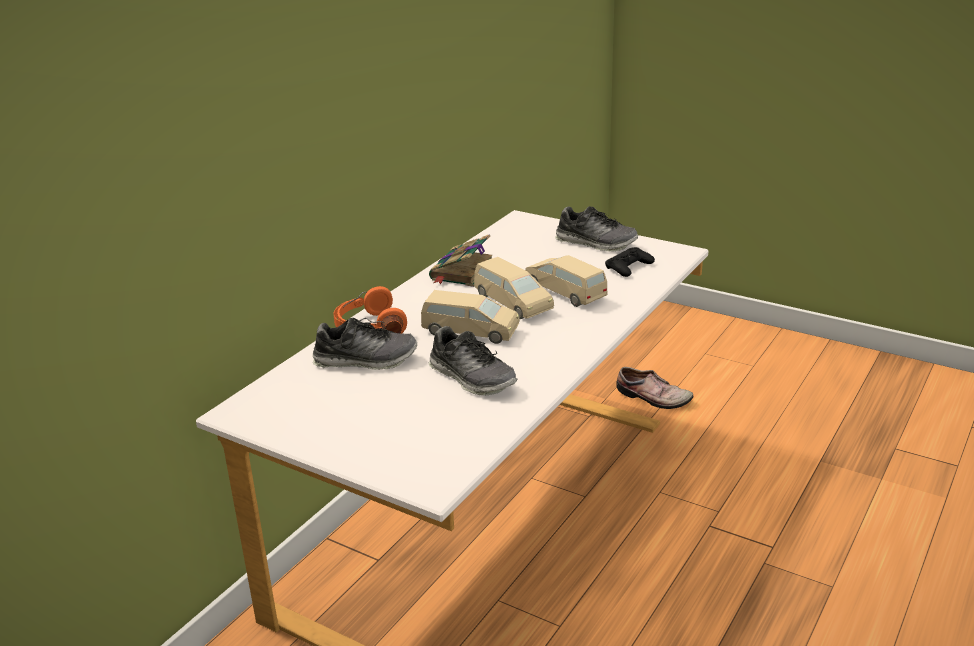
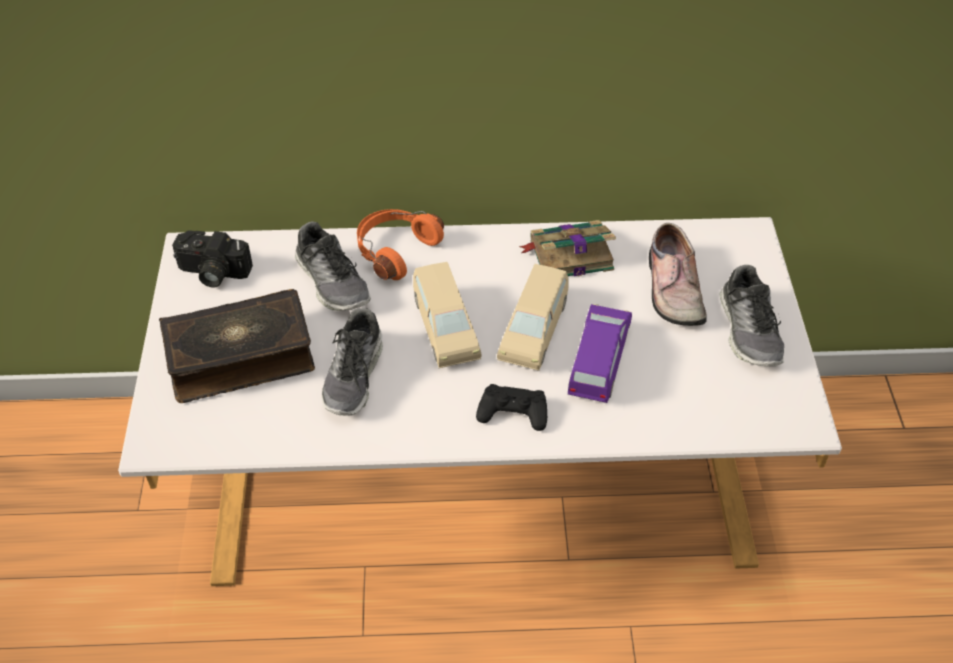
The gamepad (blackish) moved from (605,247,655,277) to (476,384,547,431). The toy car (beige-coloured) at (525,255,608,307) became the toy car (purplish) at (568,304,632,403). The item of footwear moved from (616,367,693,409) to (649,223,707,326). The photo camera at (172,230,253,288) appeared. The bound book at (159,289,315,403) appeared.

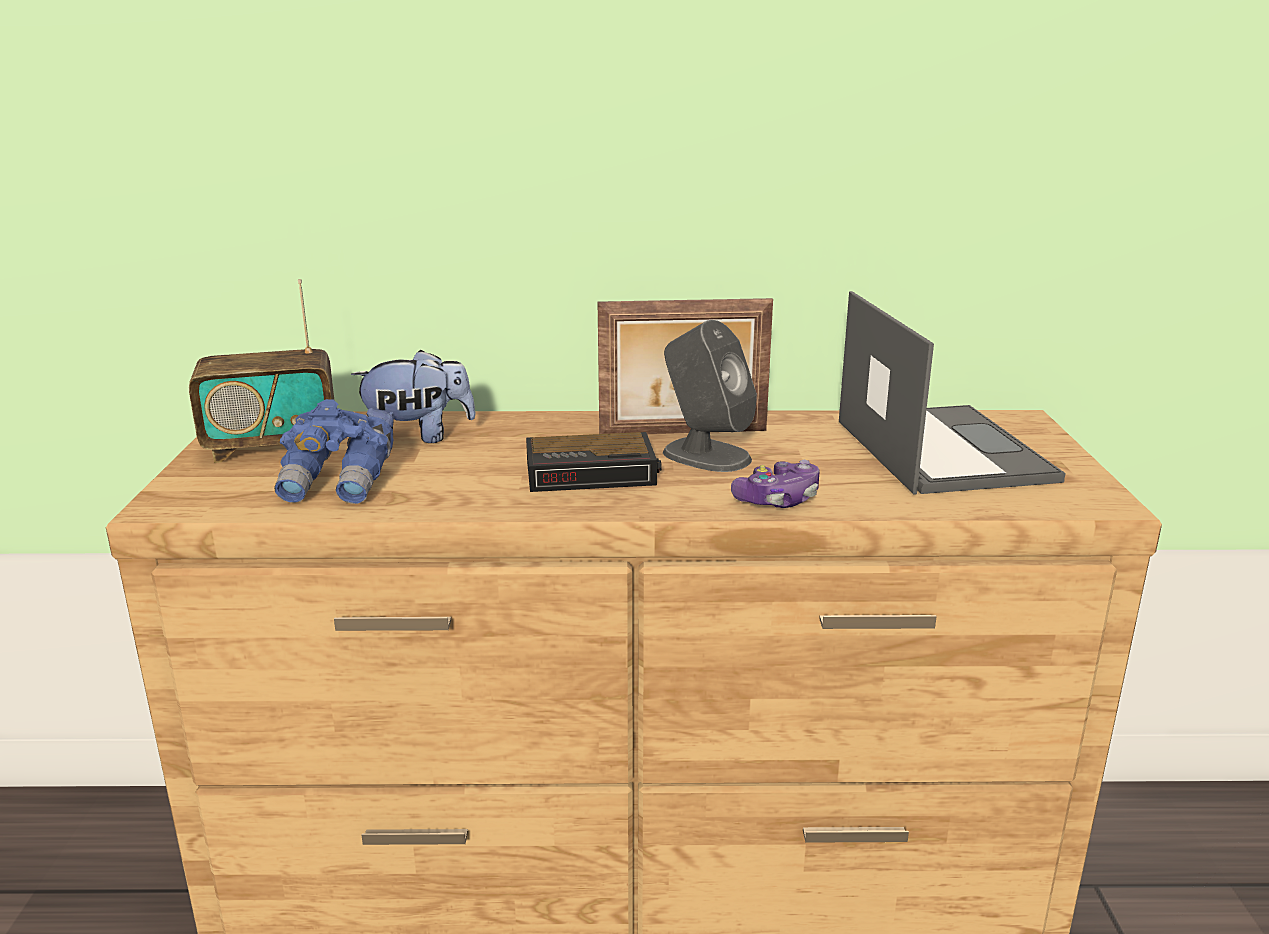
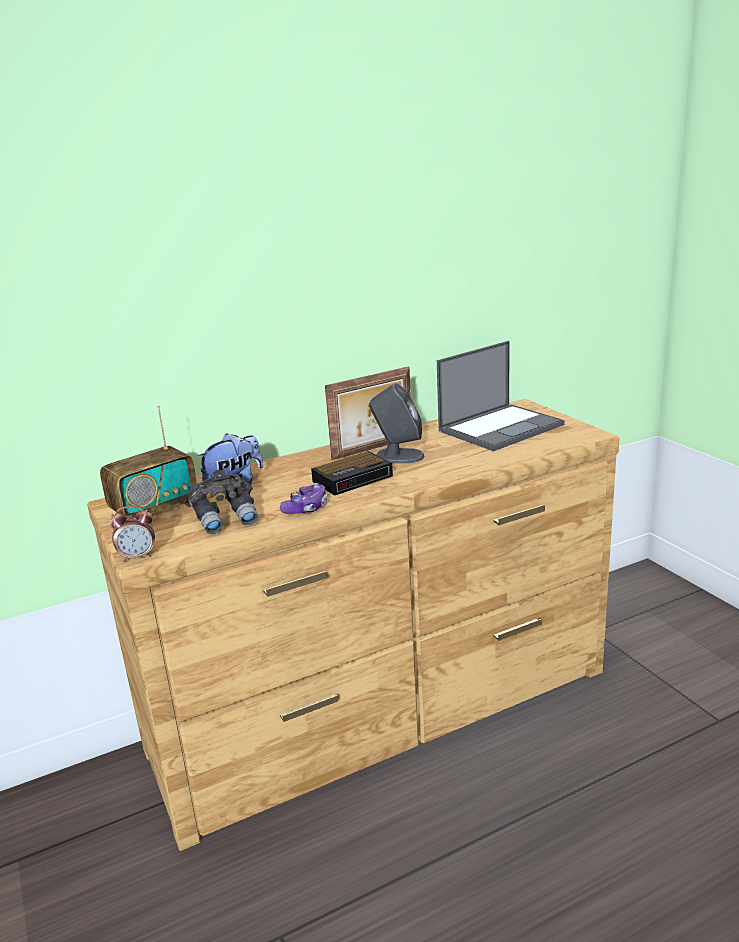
The laptop at (839,291,1066,495) turned 90 degrees clockwise. The pair of binoculars (bluish) at (274,399,394,504) became the pair of binoculars (gray) at (188,470,258,534). The gamepad moved from (731,460,820,508) to (280,483,327,514). The table clock at (110,505,155,562) appeared.

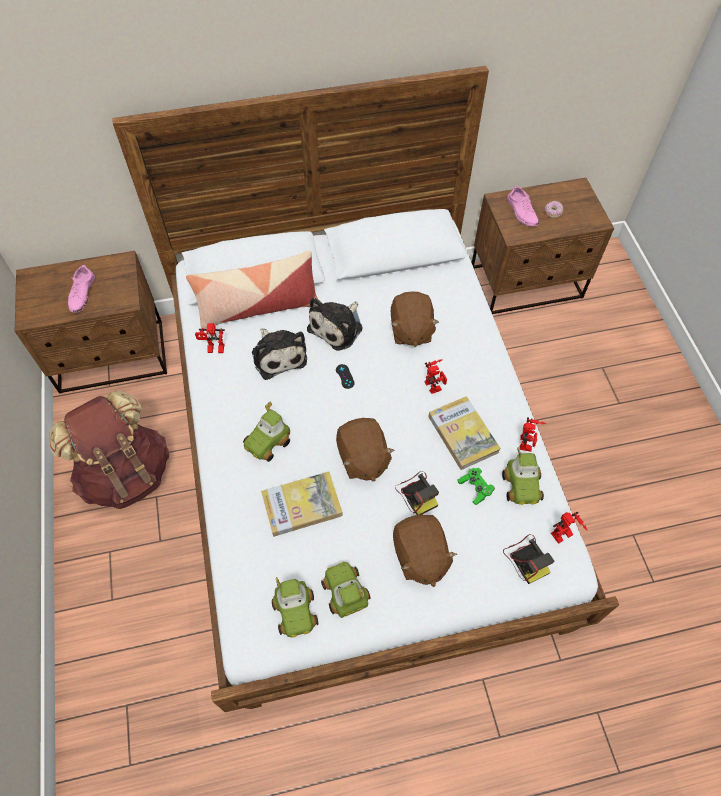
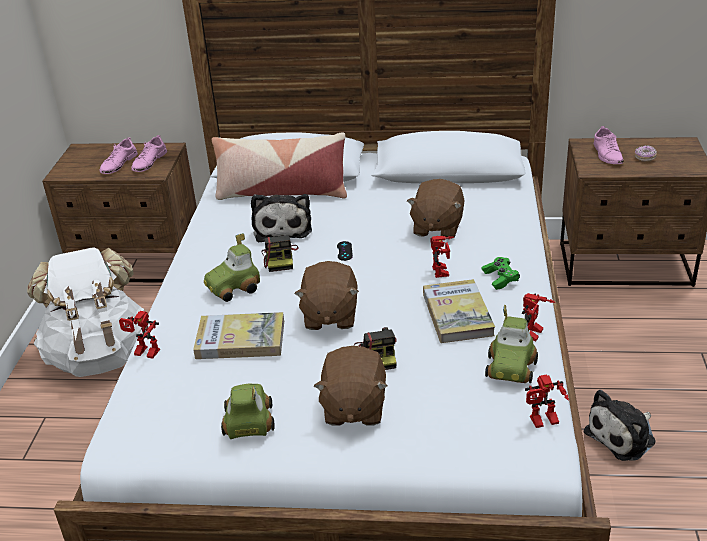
The cuddly toy moved from (307,298,363,351) to (584,390,656,461). The robot figure moved from (195,323,225,353) to (119,311,160,359). The rucksack (brownish) at (49,391,169,509) became the rucksack (white-coloured) at (27,248,144,377). The gamepad (green) moved from (457,468,495,505) to (482,257,520,290). The photo camera moved from (503,534,555,584) to (262,235,298,272). The toy car at (272,577,318,638) disappeared. The item of footwear (pink) at (131,135,167,172) appeared.

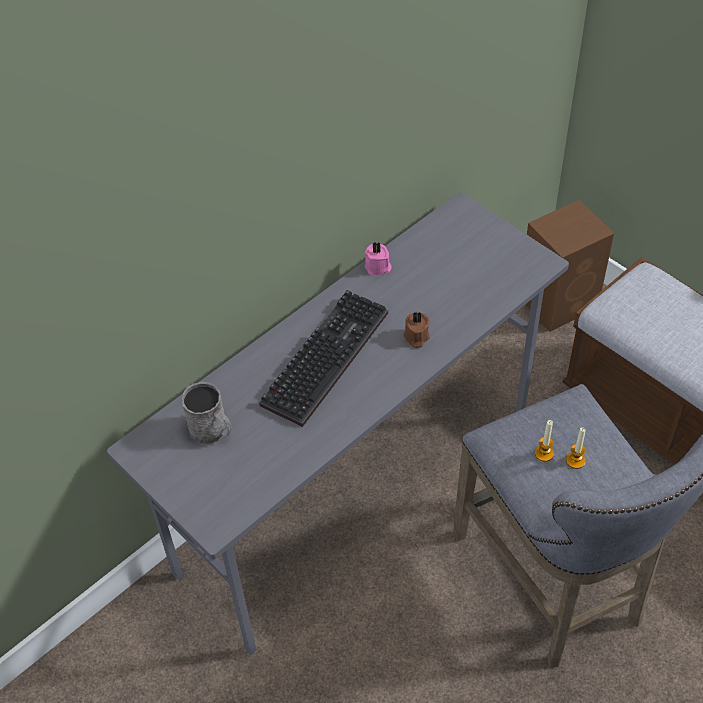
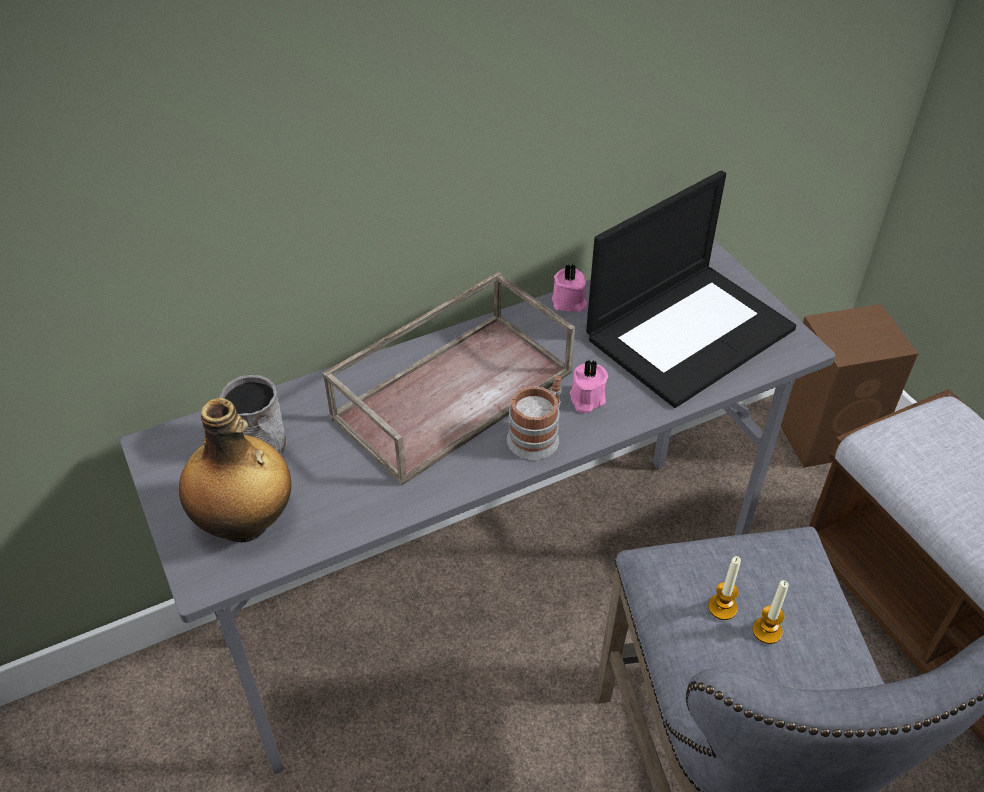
The PC keyboard at (259,290,388,427) was replaced by the tray (brownish) at (322,272,575,486). The wax light (brownish) at (403,311,430,348) became the wax light (pink) at (570,359,608,413). The laptop at (586,170,797,408) appeared. The mug at (507,376,562,460) appeared. The bottle at (179,398,291,542) appeared.

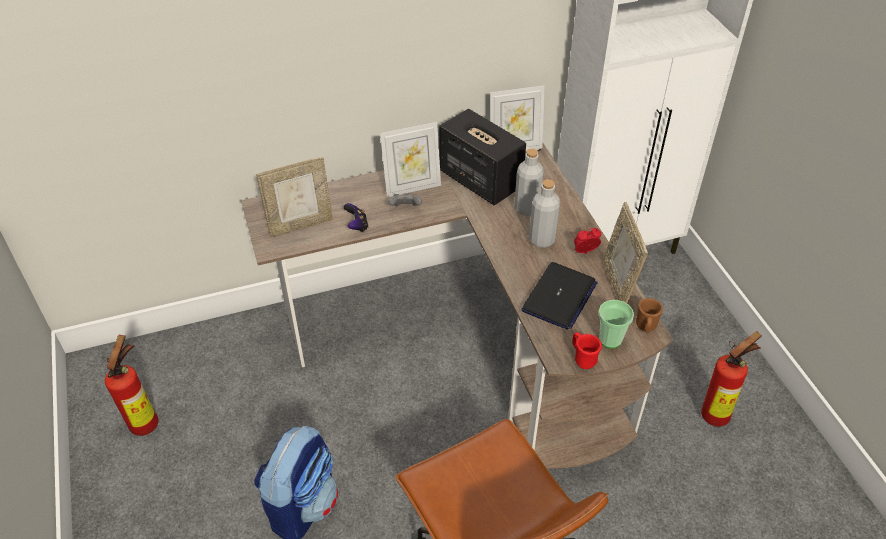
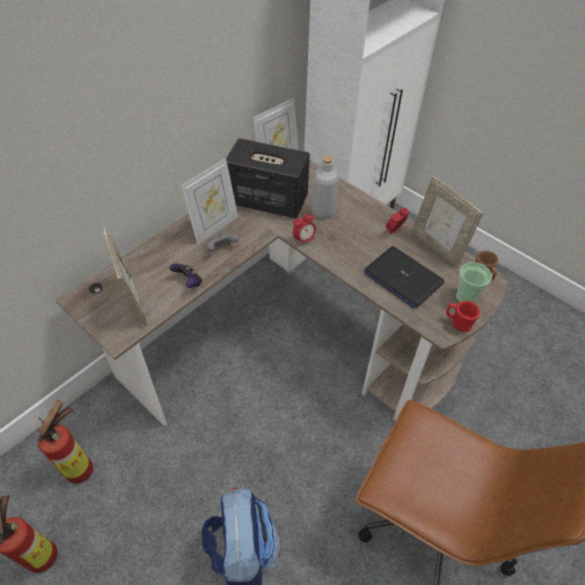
The photo frame at (256,157,333,237) turned 60 degrees counterclockwise. The bottle (gray) at (529,179,560,248) disappeared. The laptop at (521,262,598,330) turned 135 degrees clockwise. The fire extinguisher moved from (701,331,762,427) to (38,400,93,484). The table clock at (293,211,316,246) appeared.

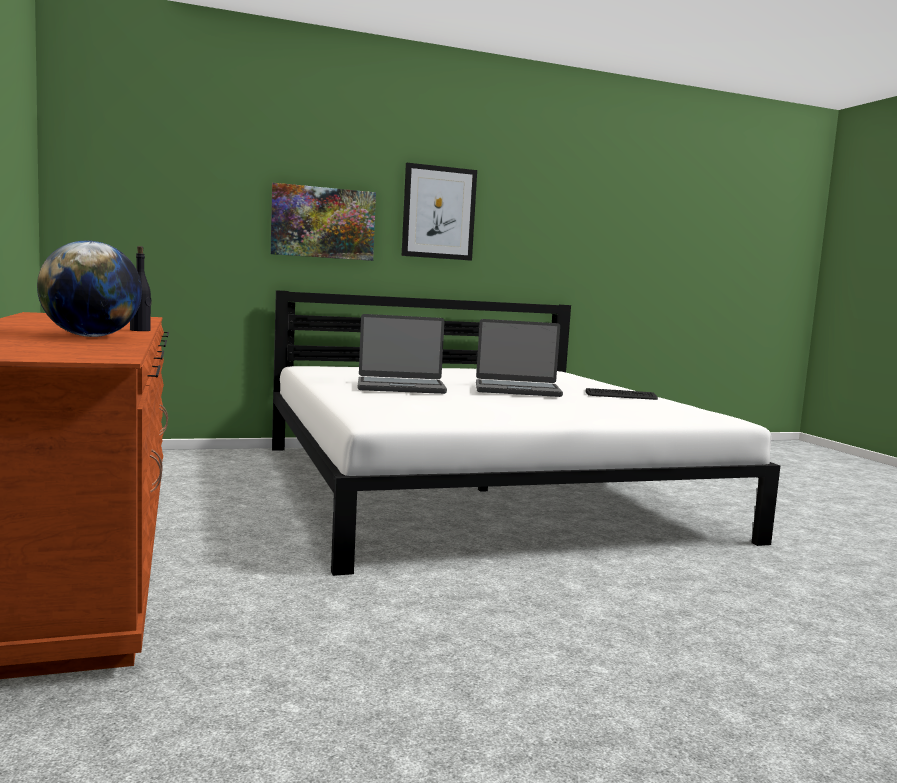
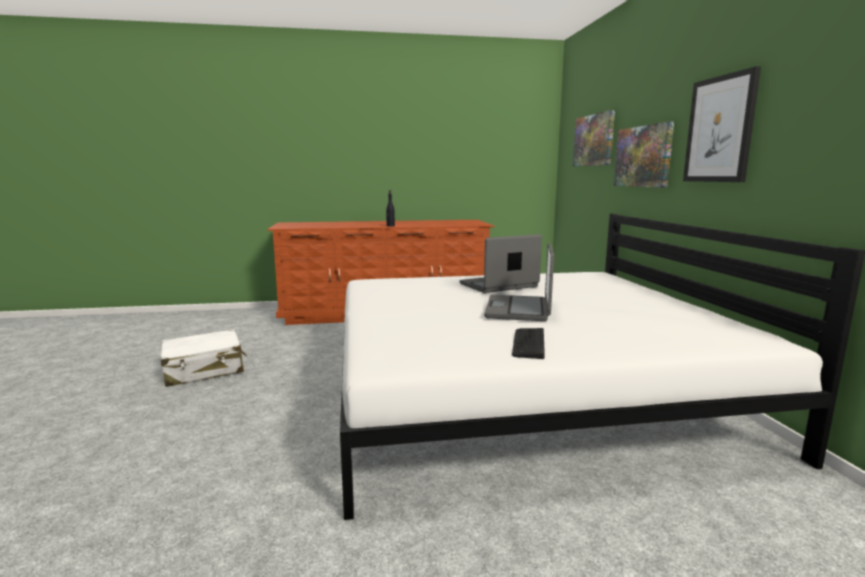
The desk globe at (37,240,142,337) disappeared. The laptop at (358,314,447,394) turned 60 degrees clockwise. The wall picture at (573,110,615,166) appeared. The piece of luggage (white-coloured) at (161,329,247,387) appeared.

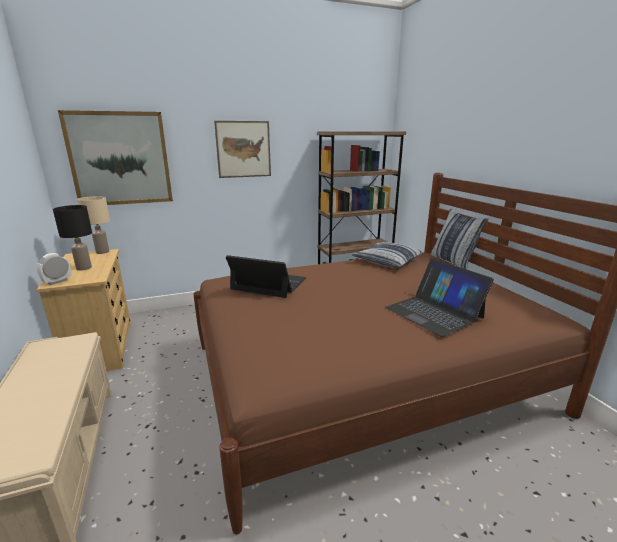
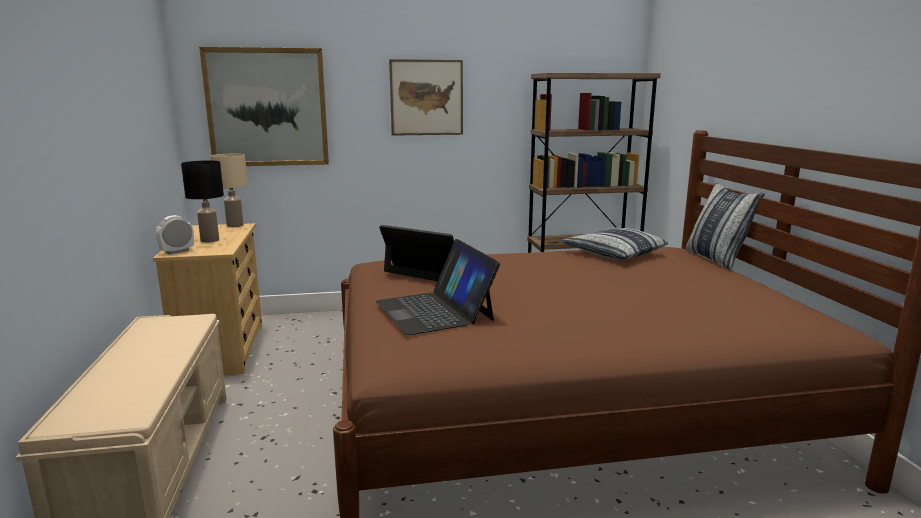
The laptop moved from (385,258,494,337) to (376,239,500,335).

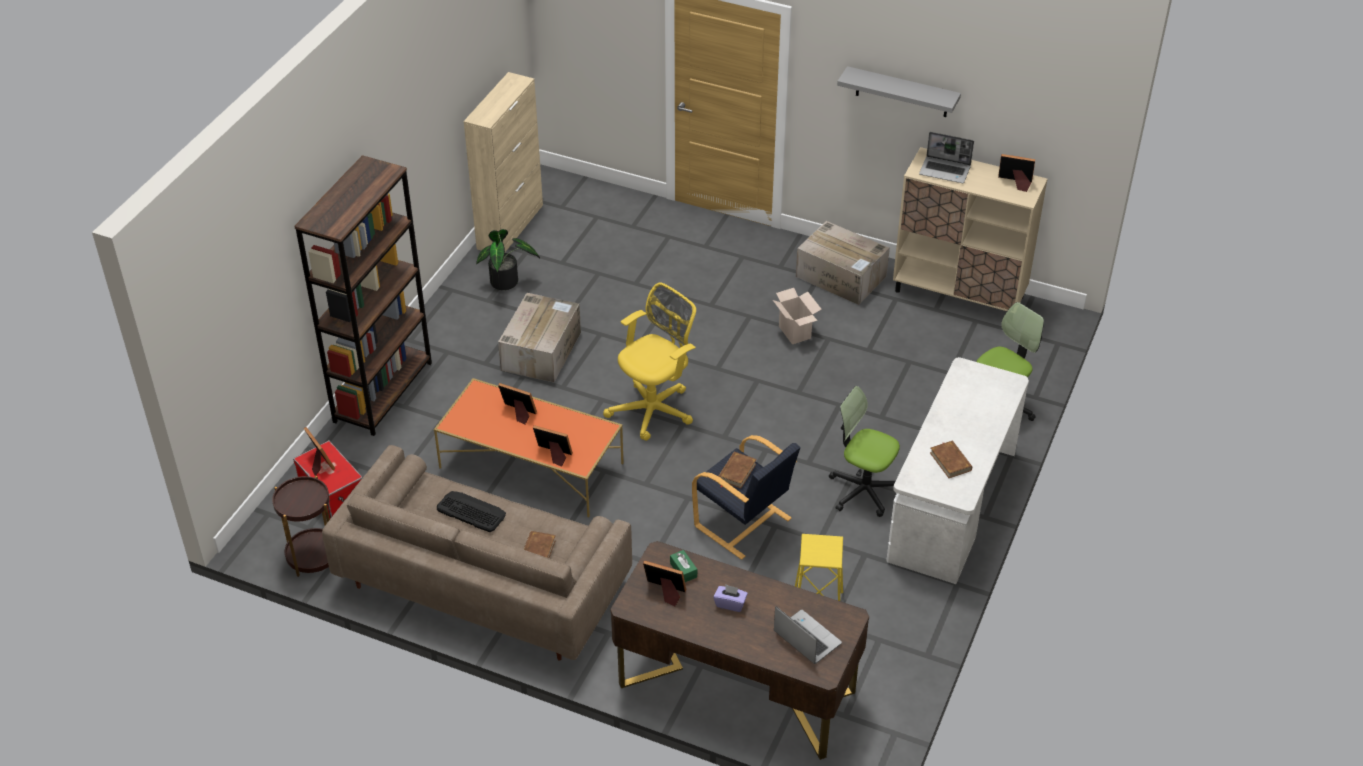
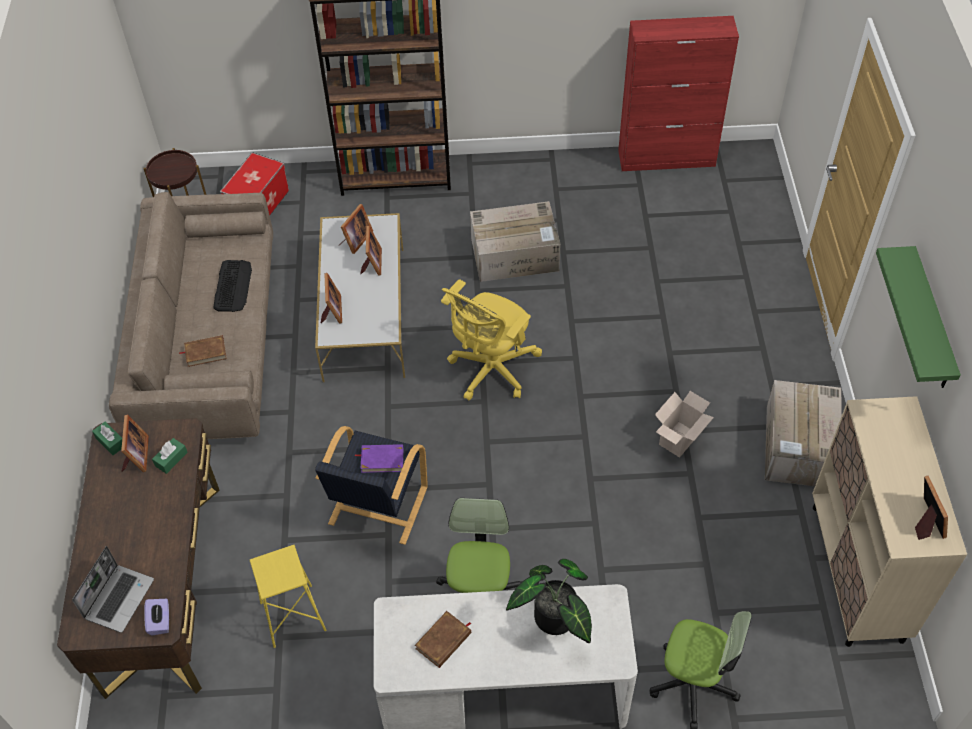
The bracket shelf (gray) at (837,66,961,117) became the bracket shelf (green) at (876,246,961,388). The cabinet (beige-coloured) at (464,72,543,252) became the cabinet (reddish) at (618,16,739,171). The laptop at (919,132,974,183) disappeared. The plant in a pot moved from (476,229,540,290) to (506,559,592,643). The computer chair (yellowish) at (603,282,696,441) turned 105 degrees clockwise. The low table (orange) at (434,378,624,517) became the low table (white-coloured) at (315,213,405,382). The photo frame moved from (304,427,335,476) to (339,204,373,254). The bound book (brownish) at (718,452,757,488) became the bound book (purplish) at (355,444,404,473). The box of tissues (purplish) moved from (713,585,748,612) to (144,599,169,635). The box of tissues (green) at (92,422,122,455) appeared.

